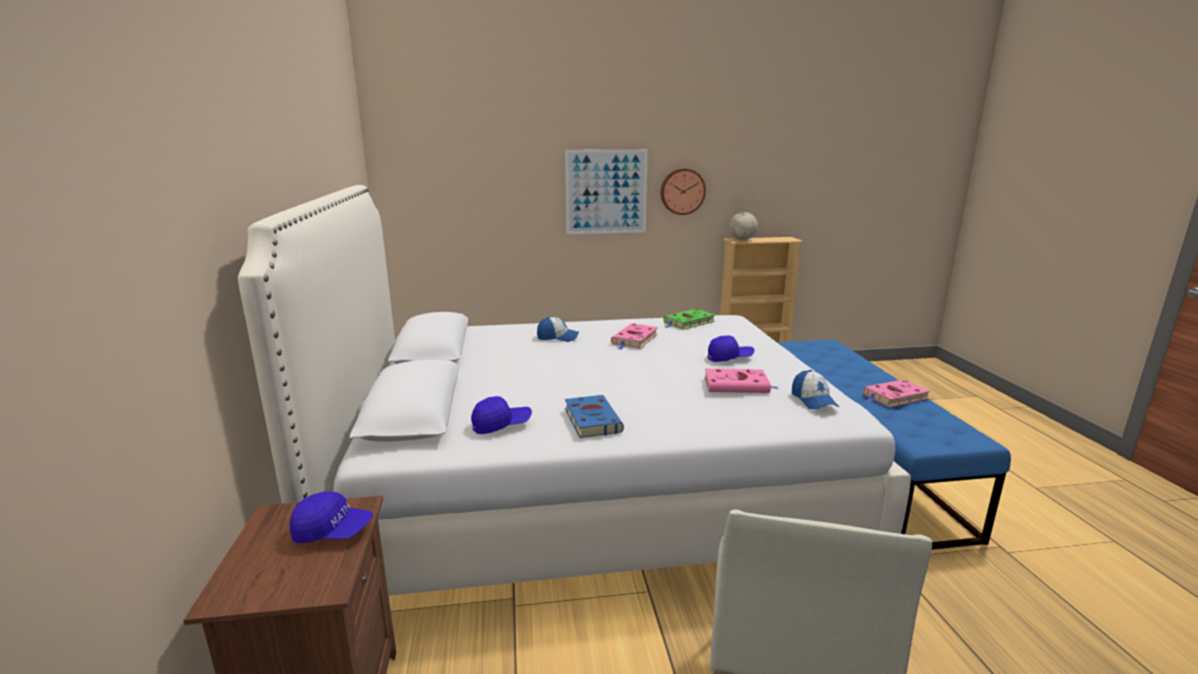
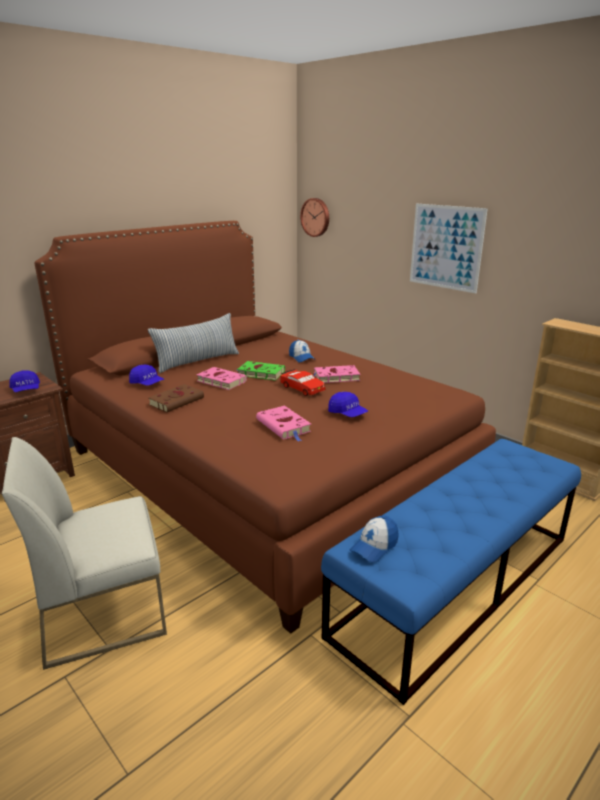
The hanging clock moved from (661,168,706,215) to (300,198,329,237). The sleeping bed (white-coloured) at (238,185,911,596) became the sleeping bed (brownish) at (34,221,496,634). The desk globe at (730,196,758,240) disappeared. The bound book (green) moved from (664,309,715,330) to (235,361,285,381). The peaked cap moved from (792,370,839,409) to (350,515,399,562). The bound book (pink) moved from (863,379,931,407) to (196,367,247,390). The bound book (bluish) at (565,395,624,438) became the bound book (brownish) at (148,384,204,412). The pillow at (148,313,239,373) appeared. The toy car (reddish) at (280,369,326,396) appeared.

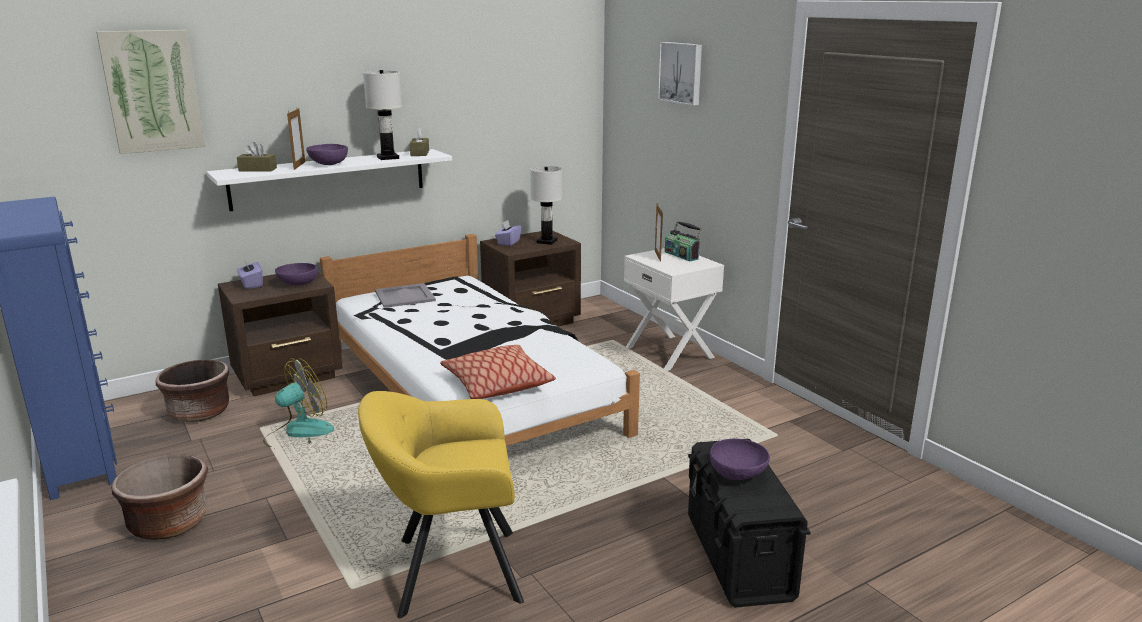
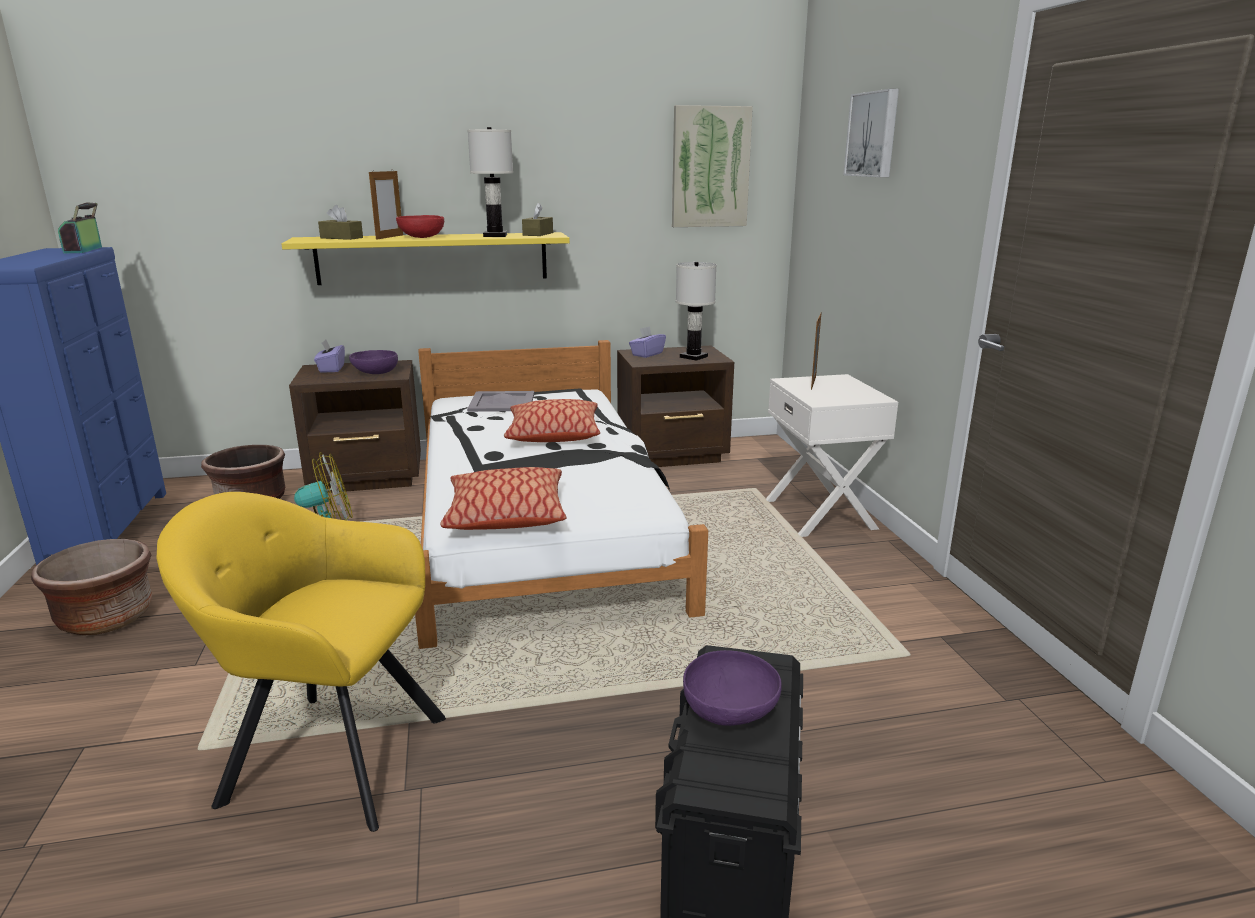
The wall picture moved from (96,30,205,154) to (672,105,753,227). The deep dish (purplish) at (306,144,348,165) became the deep dish (reddish) at (396,215,444,238). The bracket shelf (white-coloured) at (207,149,452,211) became the bracket shelf (yellowish) at (281,232,570,285). The radio receiver moved from (665,221,702,261) to (58,202,102,254). The pillow at (504,399,600,442) appeared.

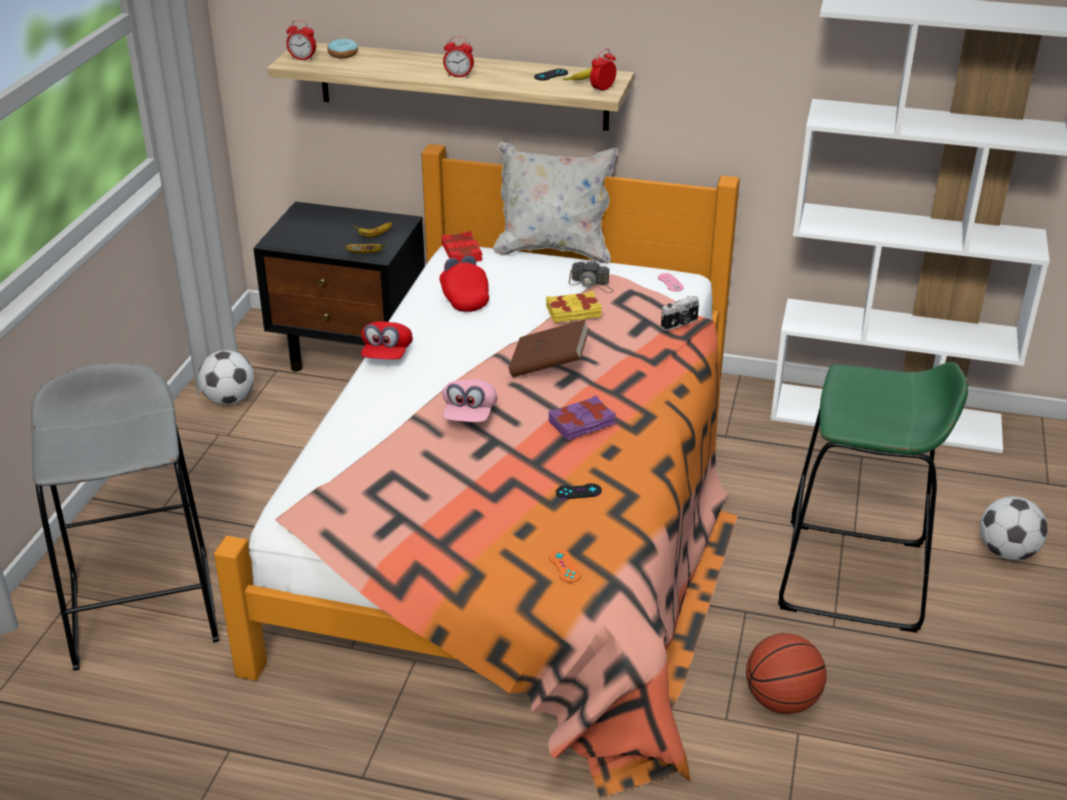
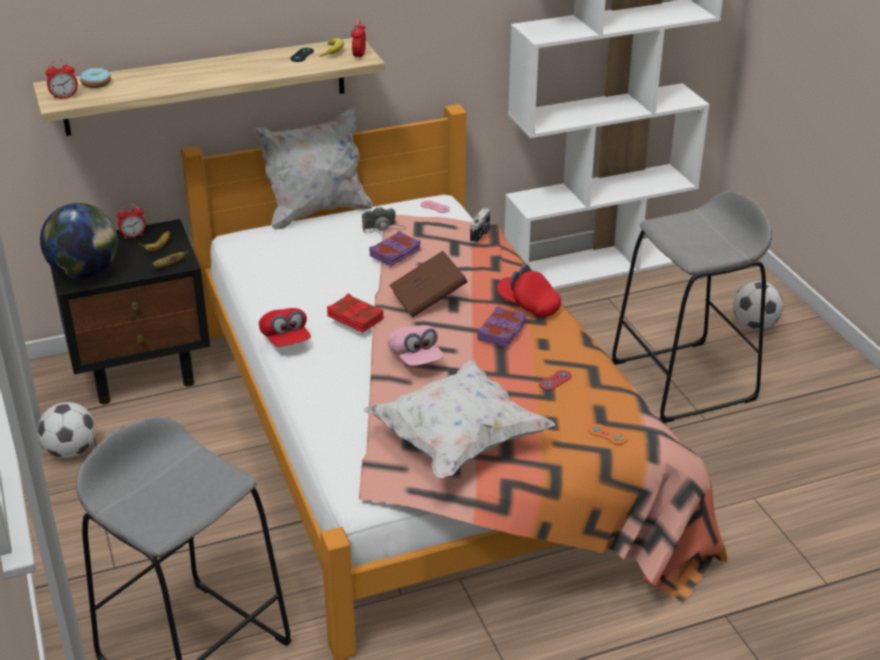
The table clock moved from (443,36,474,78) to (117,204,146,239). The bound book (reddish) moved from (441,231,483,263) to (327,294,384,333). The peaked cap (reddish) moved from (439,255,489,312) to (497,264,561,318). The bound book (yellowish) at (546,291,602,323) became the bound book (purplish) at (369,231,421,266). The stool seat (green) at (778,362,968,633) became the stool seat (gray) at (611,191,772,423). The gamepad (blackish) at (556,483,602,499) became the gamepad (reddish) at (539,370,572,390). The basketball ball at (746,633,826,714) disappeared. The desk globe at (40,203,118,278) appeared. The pillow (white-coloured) at (364,360,555,478) appeared.

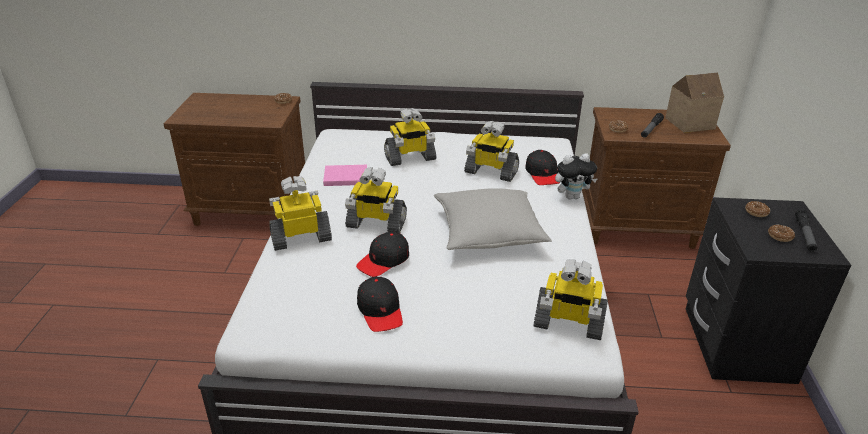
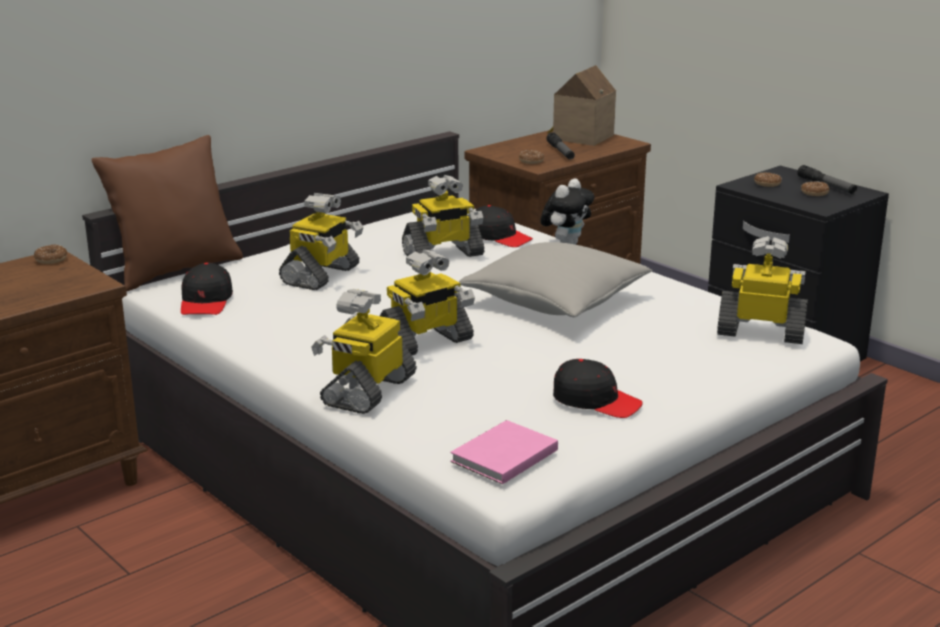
The bound book (pink) moved from (323,165,367,186) to (450,420,558,484). The peaked cap (blackish) moved from (356,232,409,277) to (181,263,233,315). The robot figure at (533,259,608,340) turned 135 degrees counterclockwise. The pillow (brownish) at (92,135,243,291) appeared.

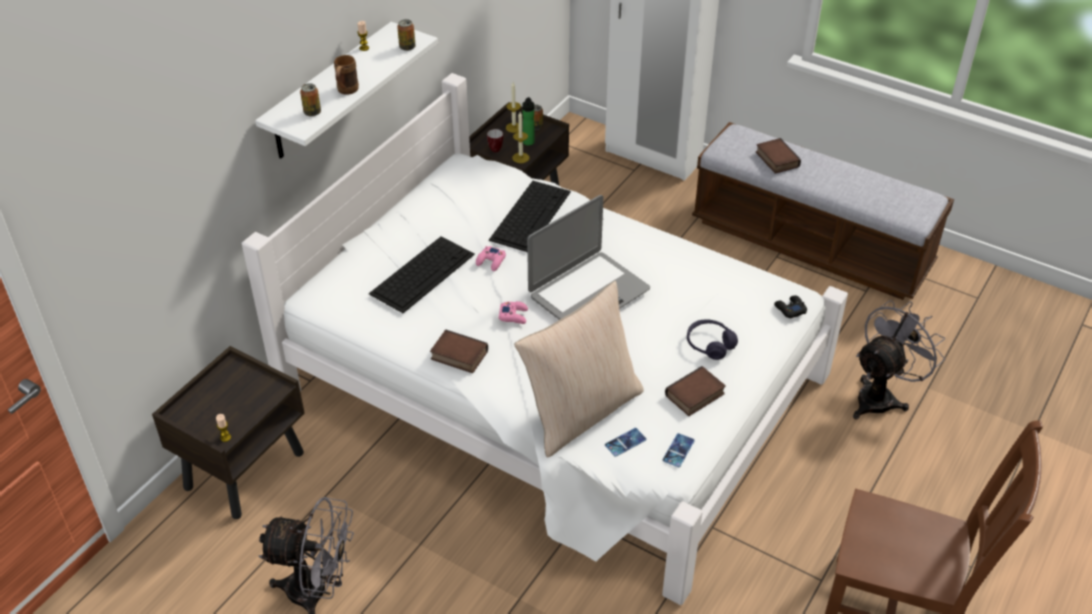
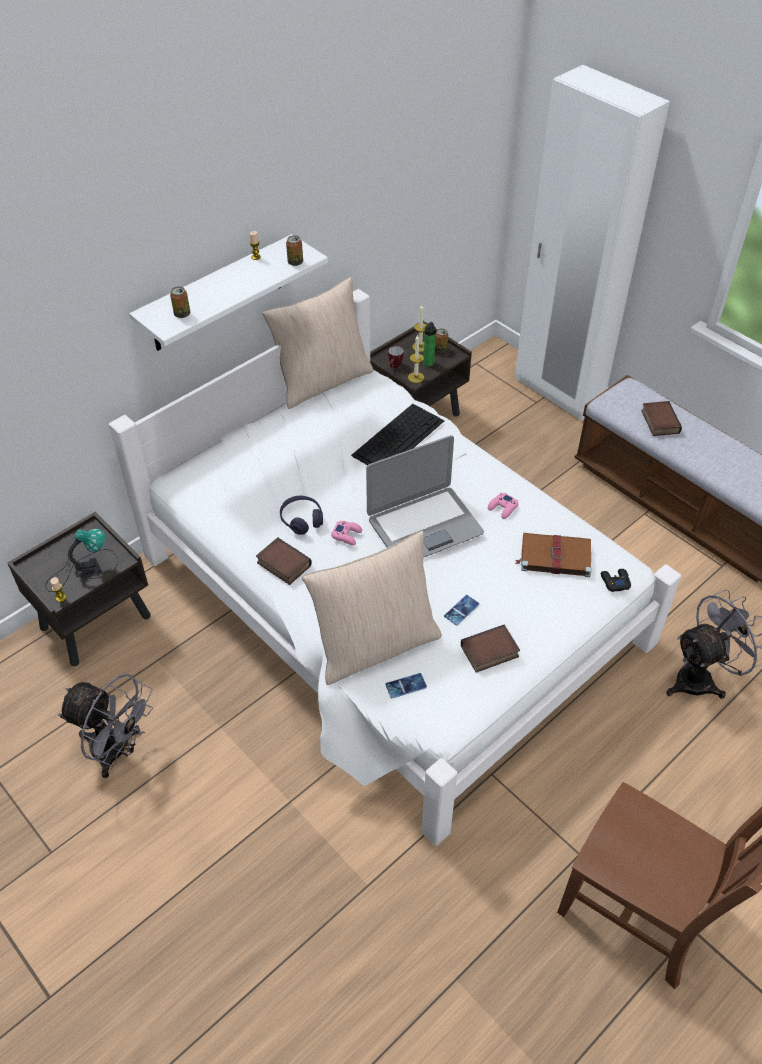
The mug (brownish) at (334,55,359,94) disappeared. The PC keyboard at (369,236,475,313) disappeared. The gamepad (pink) moved from (476,246,506,271) to (488,493,519,519). The headphones (purplish) moved from (687,319,738,360) to (280,496,323,535). The phone moved from (662,433,695,467) to (444,595,479,625). The pillow (beige-coloured) at (262,277,374,409) appeared. The table lamp at (45,528,119,592) appeared. The bound book (brownish) at (515,533,592,577) appeared.

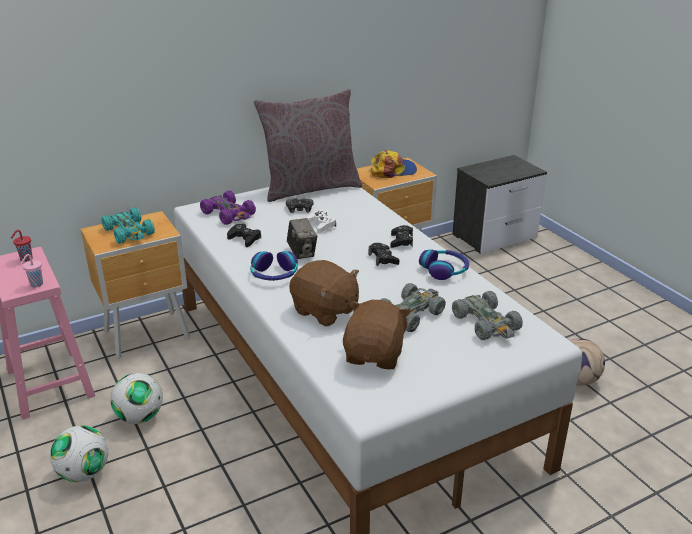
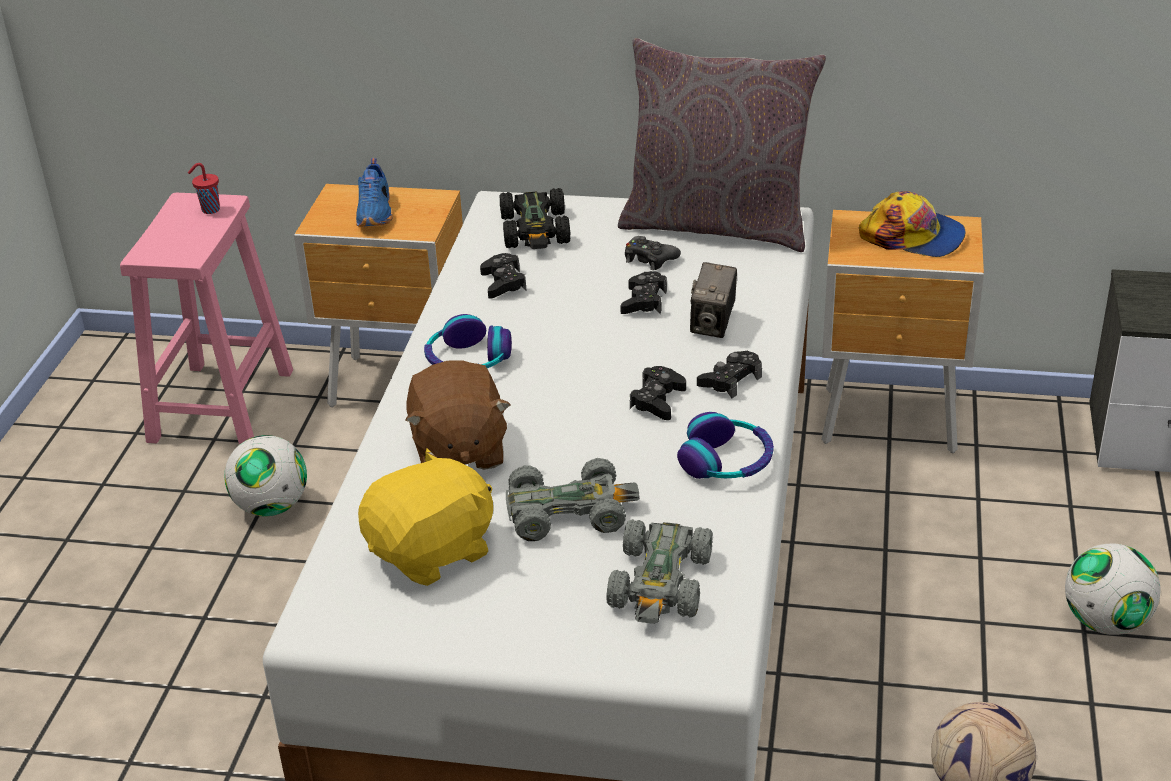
The toy car (purplish) at (200,191,256,225) became the toy car (blackish) at (499,188,570,249). The toy car (blue-green) at (101,207,155,244) was replaced by the item of footwear (bluish) at (356,158,393,227). The gamepad (white-coloured) at (307,210,336,233) became the gamepad (blackish) at (620,271,667,314). The photo camera moved from (287,218,317,259) to (690,262,737,338). The small cup (pink) at (21,254,43,287) disappeared. The cuddly toy (brownish) at (343,300,411,369) became the cuddly toy (yellowish) at (358,449,493,586). The football moved from (50,425,108,482) to (1065,544,1161,635).

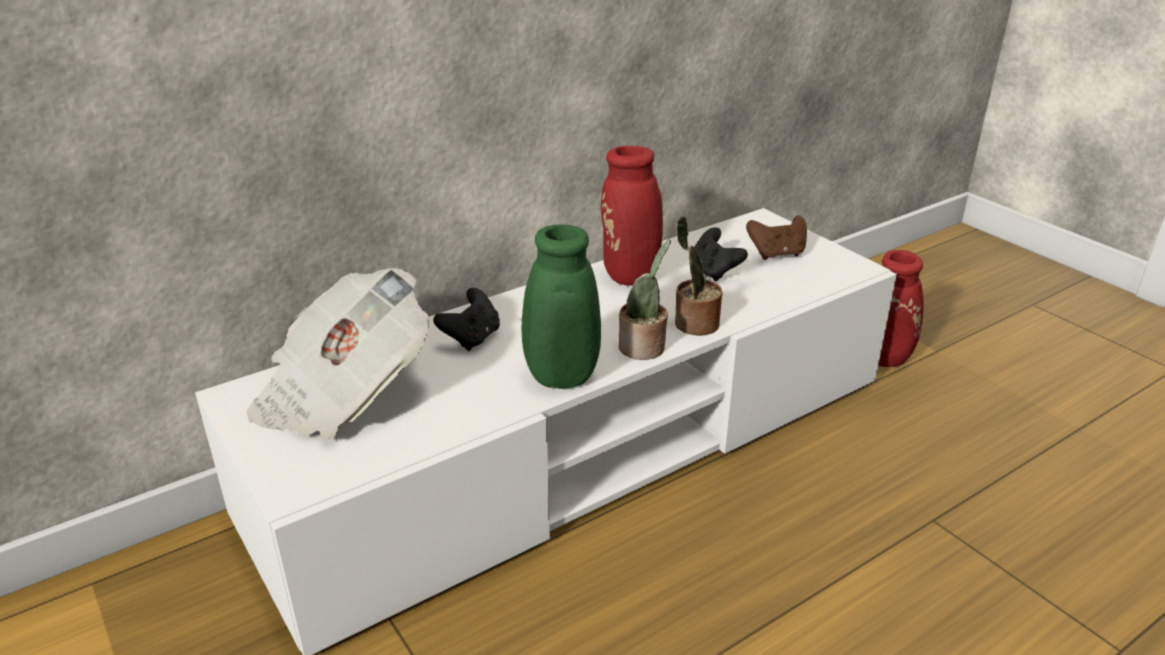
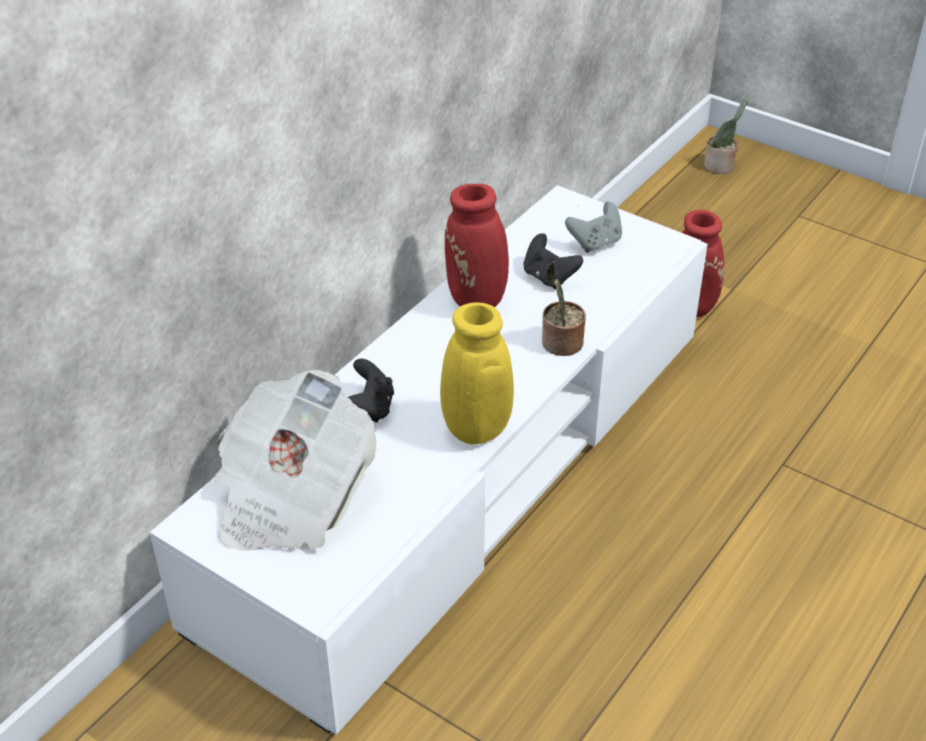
The gamepad (brownish) at (746,215,807,260) became the gamepad (gray) at (565,202,622,253). The flower vase (green) at (495,225,601,389) became the flower vase (yellowish) at (440,302,514,444). The plant in a pot moved from (619,239,671,360) to (704,95,750,174).

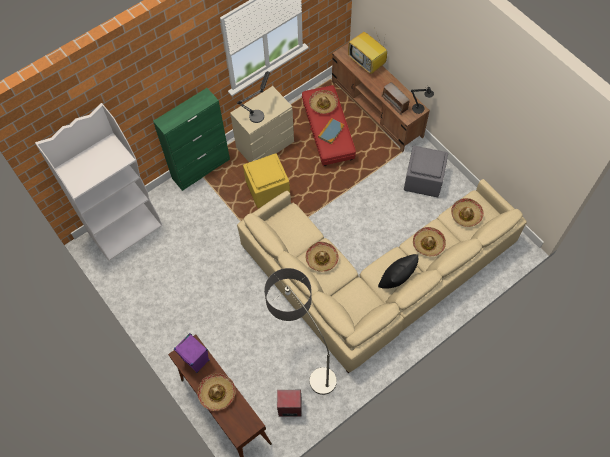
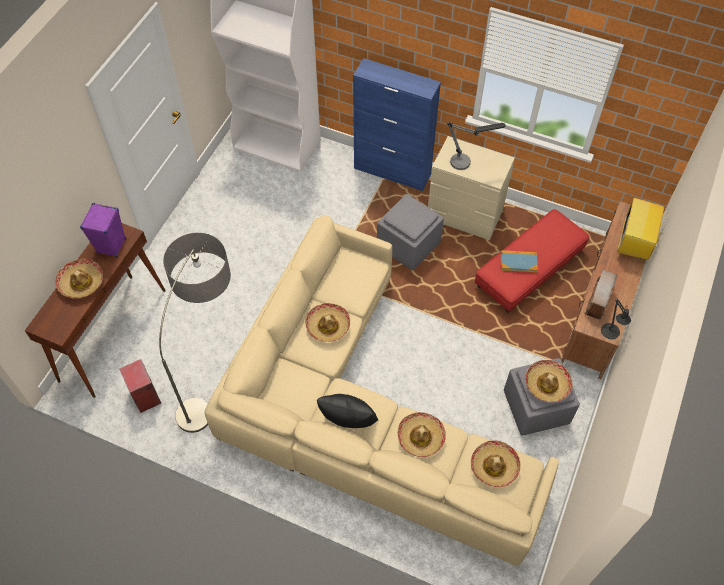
The cabinet (green) at (153,88,230,191) became the cabinet (bluish) at (353,58,441,191). The wearable hat moved from (309,90,338,114) to (525,360,573,402). The ottoman (yellowish) at (243,153,290,208) became the ottoman (gray) at (377,194,444,270).

